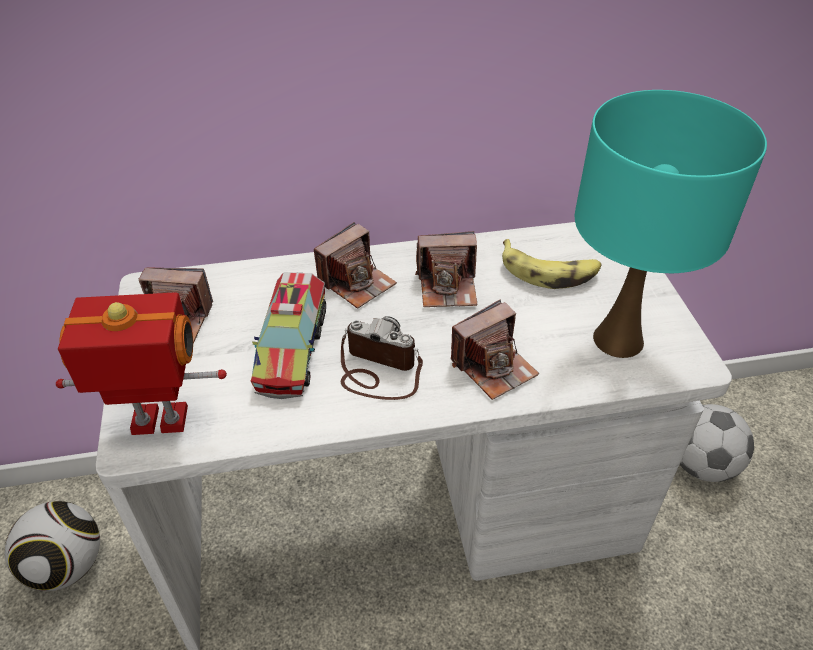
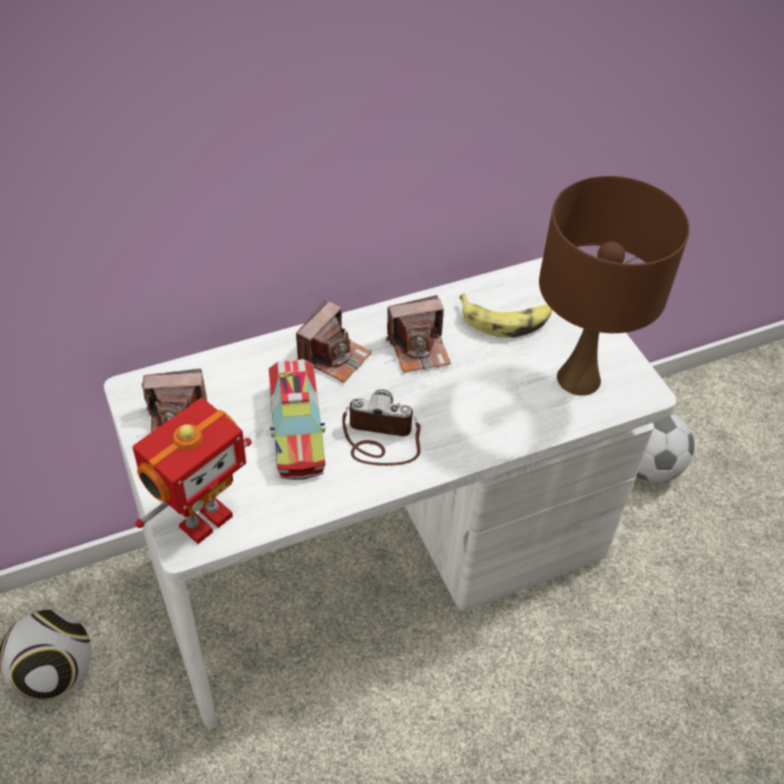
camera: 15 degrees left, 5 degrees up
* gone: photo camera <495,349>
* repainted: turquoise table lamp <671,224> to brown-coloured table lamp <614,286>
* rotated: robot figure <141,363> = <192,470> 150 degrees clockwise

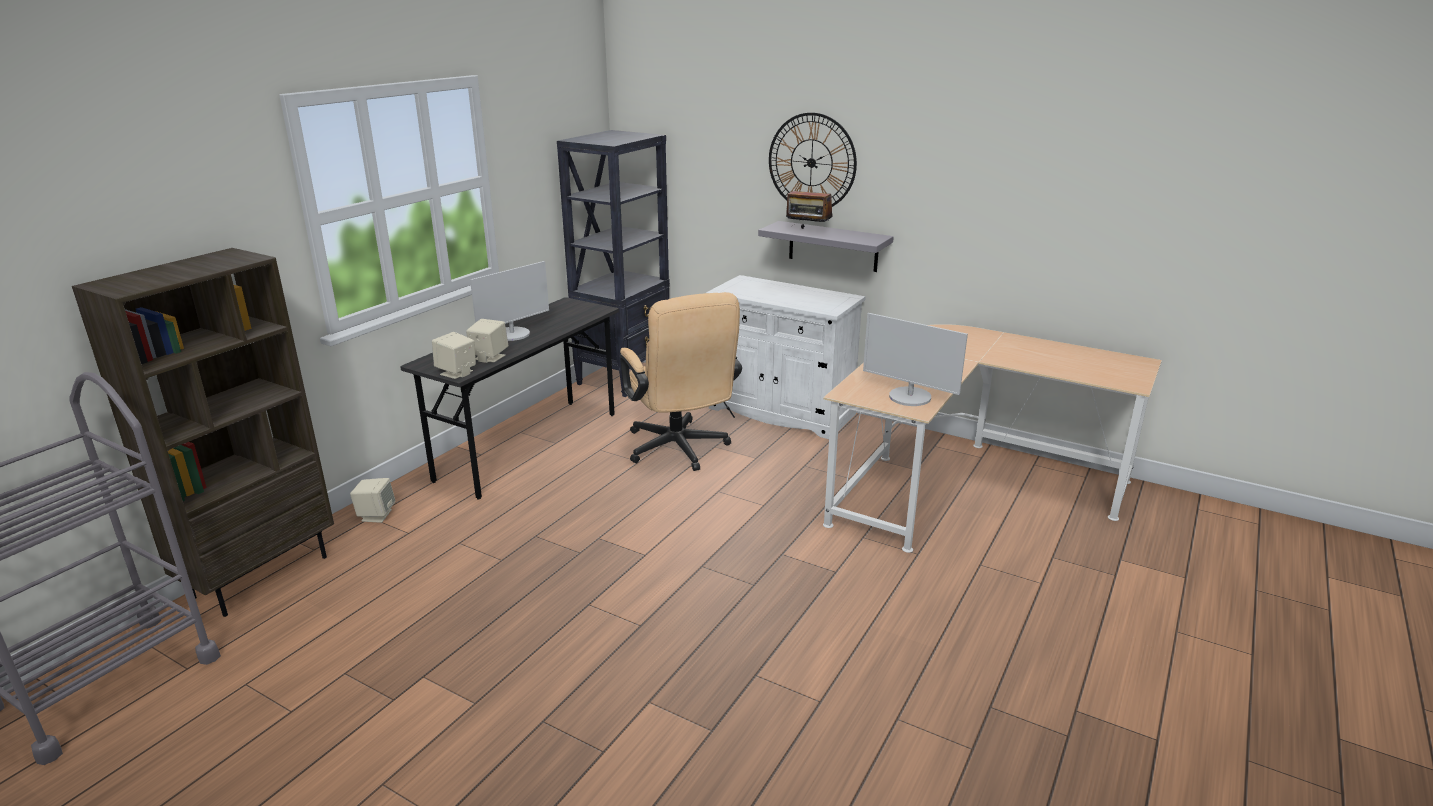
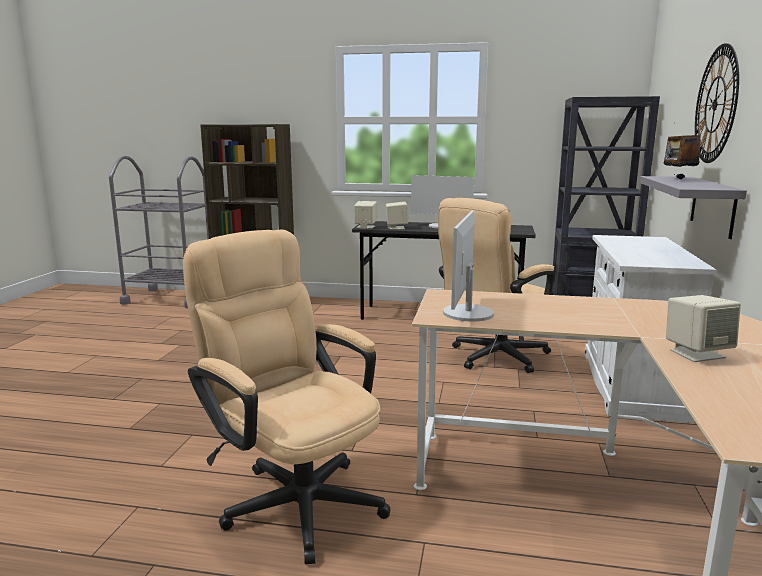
camera: 70 degrees right, 10 degrees down
* new: beige-coloured computer chair <287,397>
* shifted: beige-coloured loudspeaker <373,500> to <703,328>

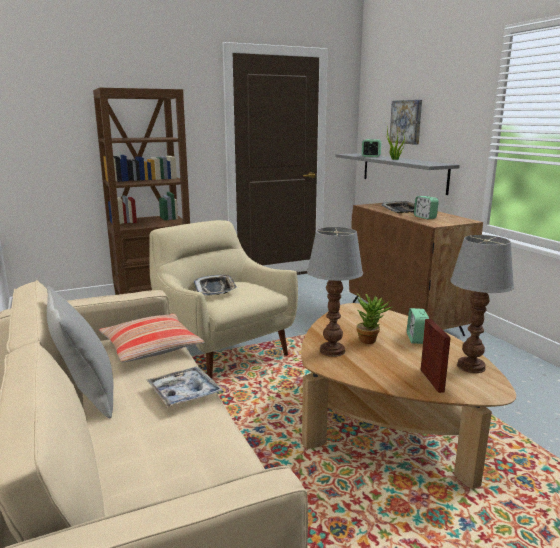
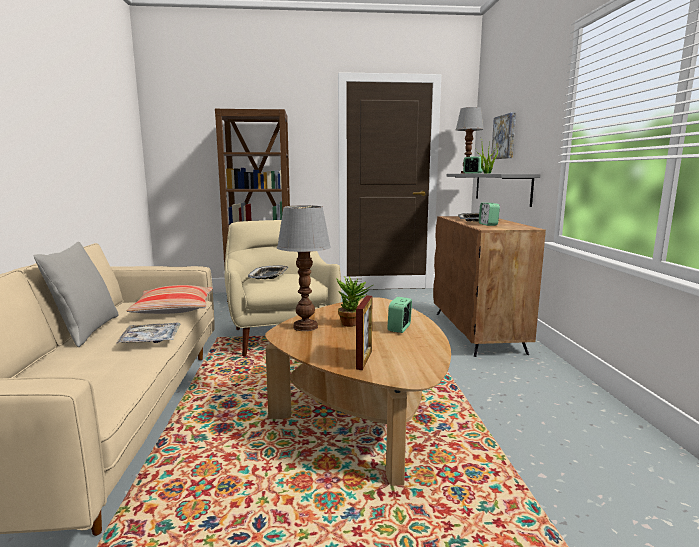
camera: 20 degrees right, 5 degrees down
* shifted: table lamp <482,304> to <470,140>

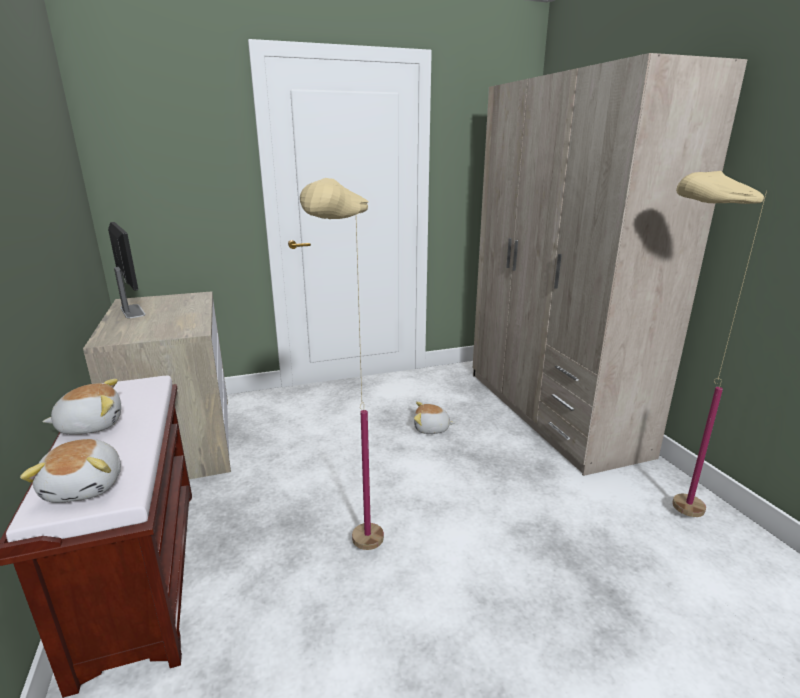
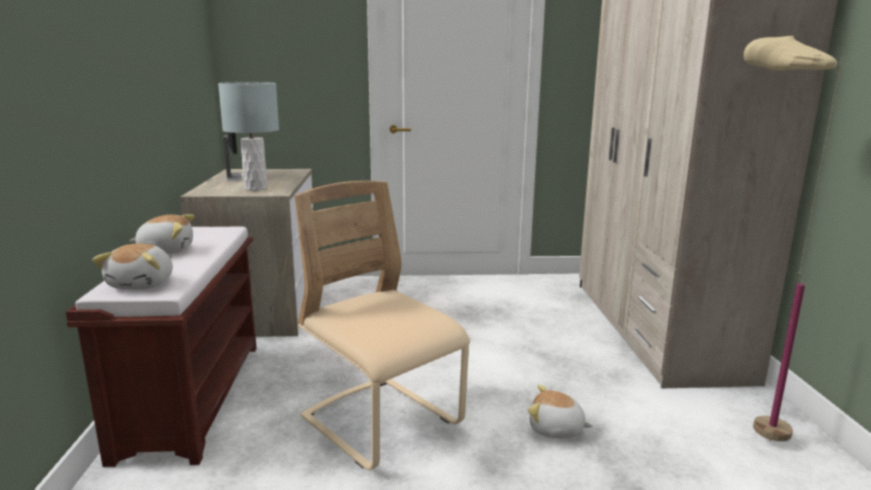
camera: 15 degrees right, 5 degrees down
* new: gray table lamp <248,136>
* shifted: cuddly toy <434,418> to <560,411>
* swapped: beige-coloured floor lamp <342,364> to beige-coloured plain chair <382,325>

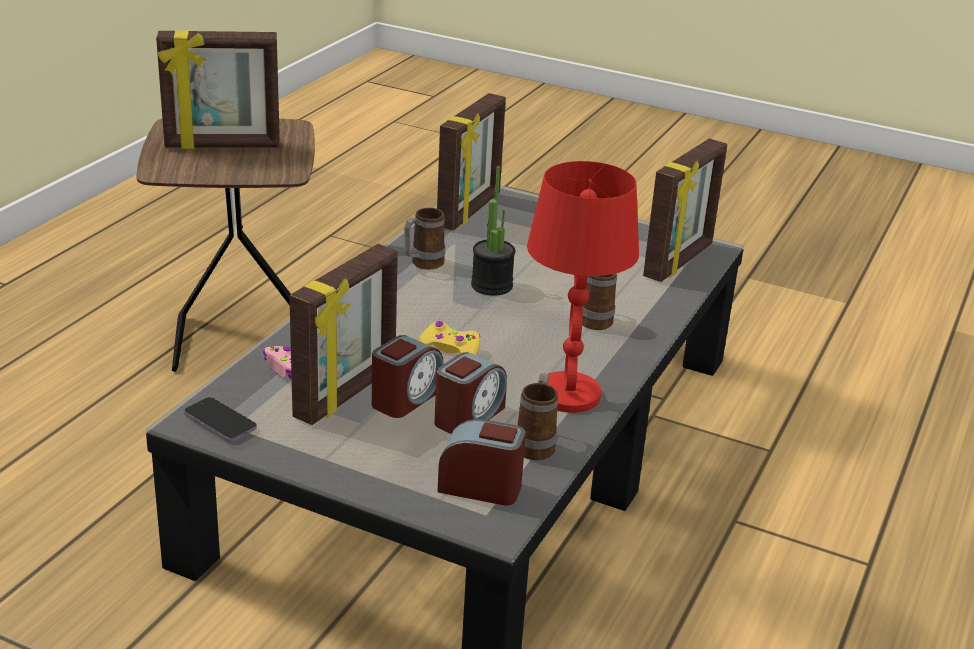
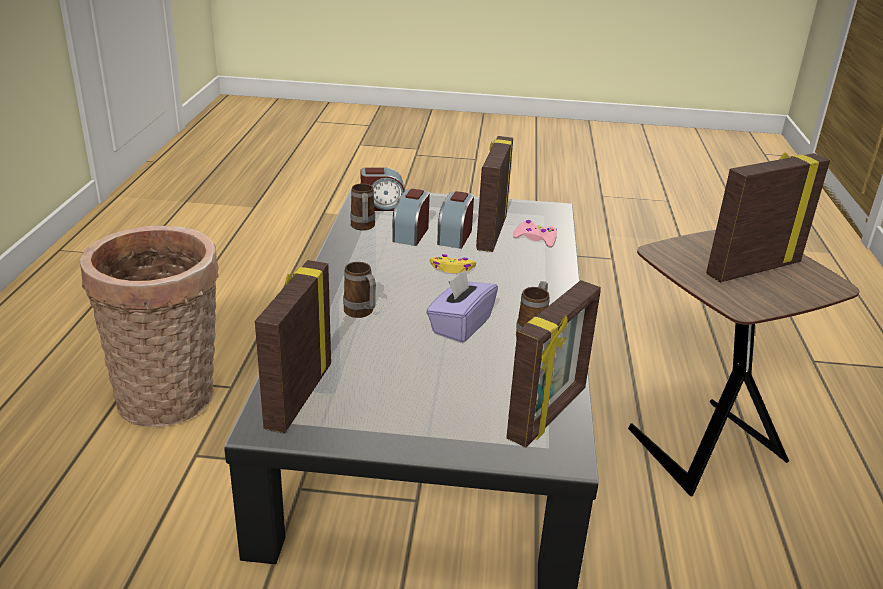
camera: 160 degrees right, 0 degrees up
* gone: phone <220,419>
* gone: red-coloured table lamp <583,287>
* new: household basket <149,326>
* swapped: houseplant <493,231> to purplish tissue box <462,306>
* rotated: picture frame <471,162> = <553,363> 150 degrees counterclockwise

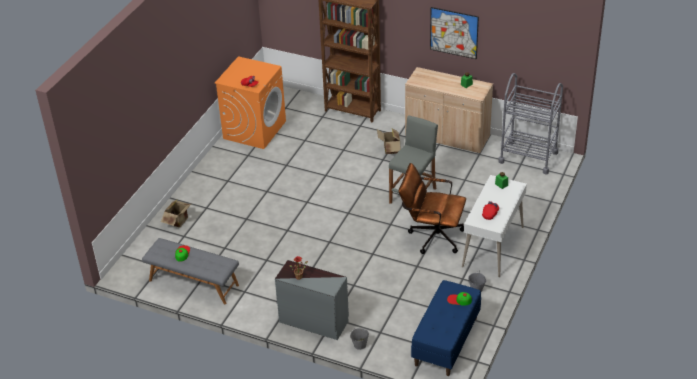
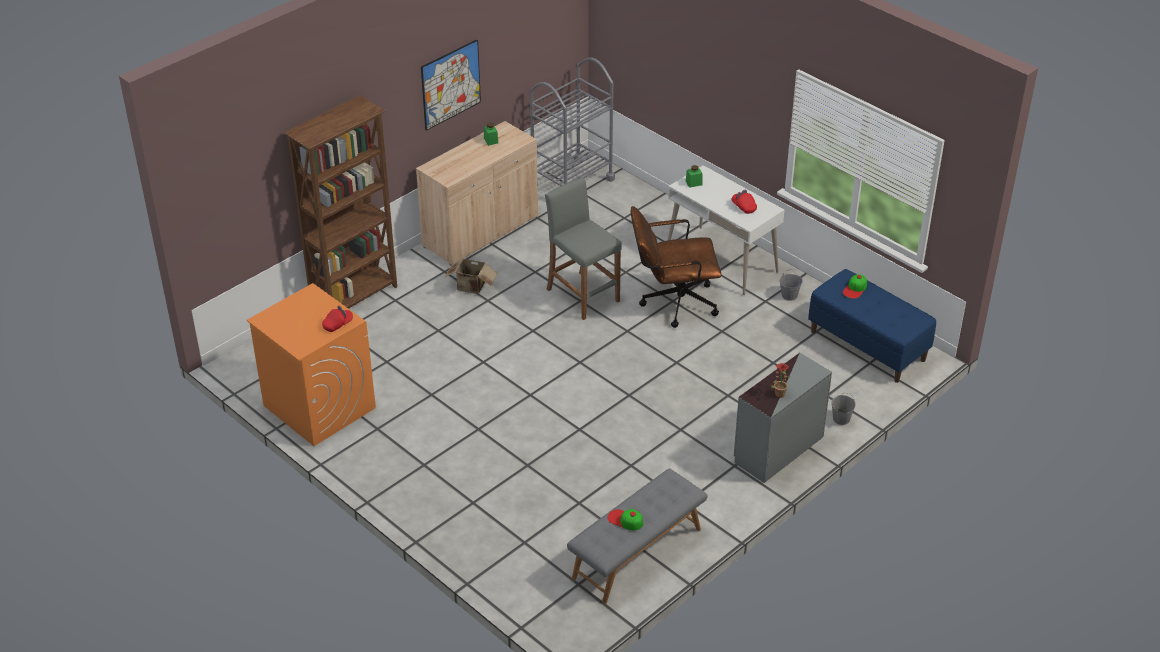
camera: 70 degrees left, 0 degrees up
* gone: cardboard box <176,213>
* rotated: brown-coloured computer chair <432,208> = <676,267> 45 degrees clockwise

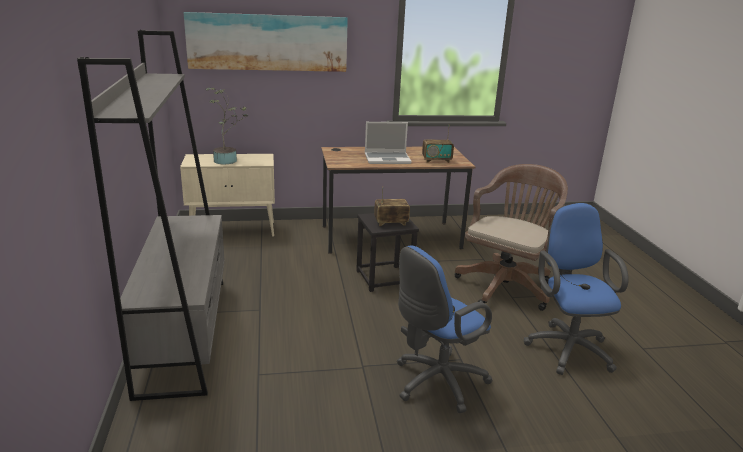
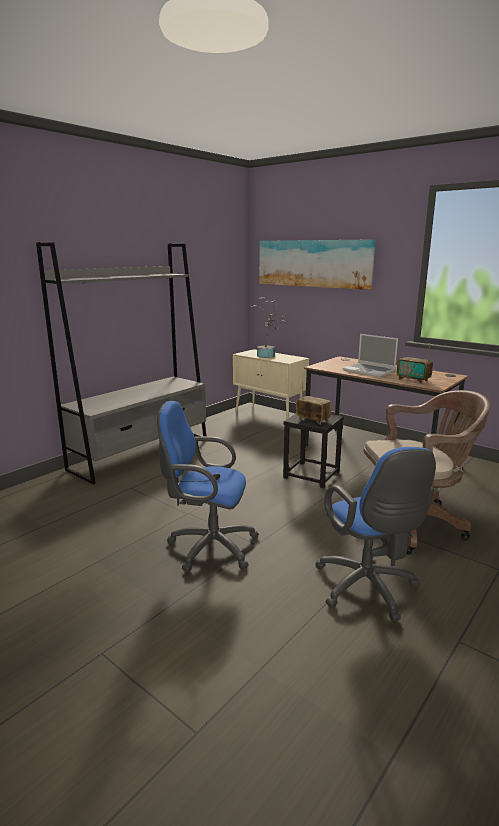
camera: 50 degrees right, 5 degrees down
* rotated: blue computer chair <576,289> = <375,534> 120 degrees clockwise

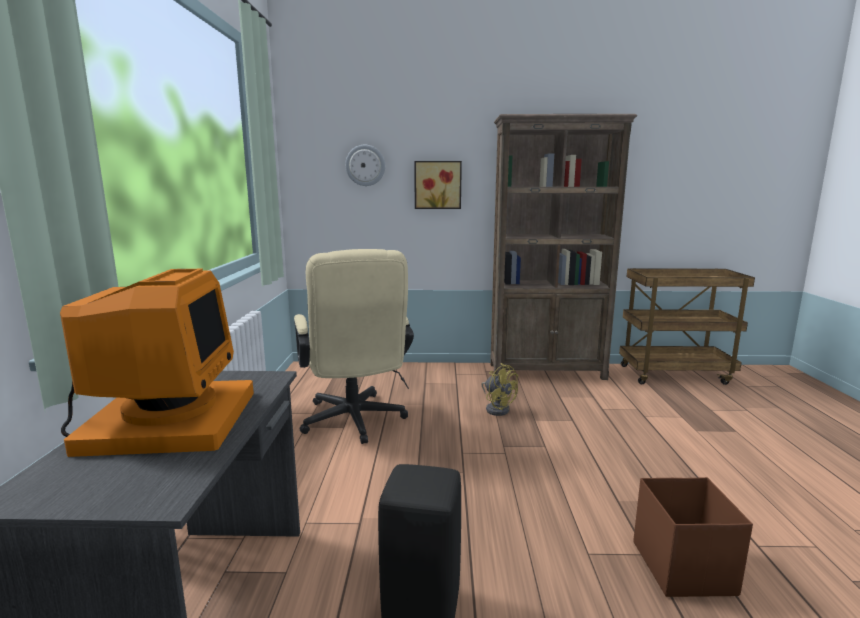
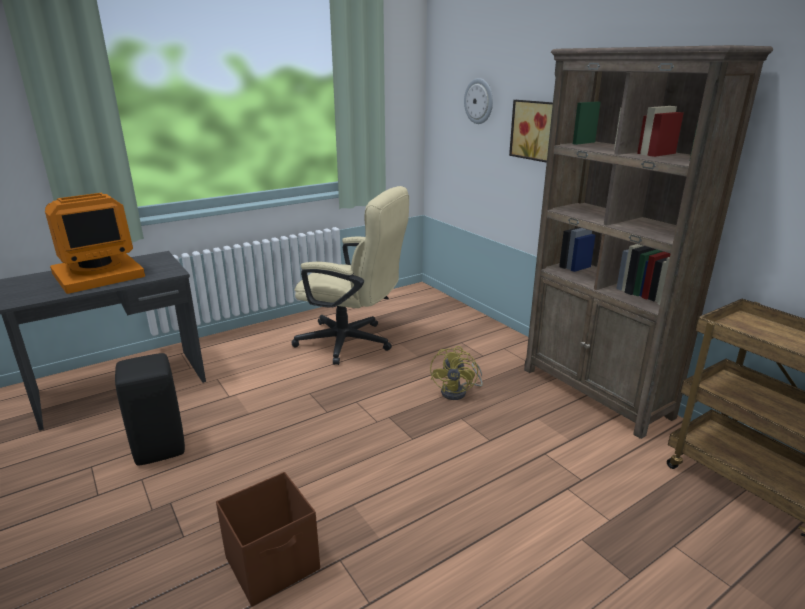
camera: 55 degrees right, 10 degrees up
* rotated: beige-coloured computer chair <354,346> = <350,275> 105 degrees counterclockwise

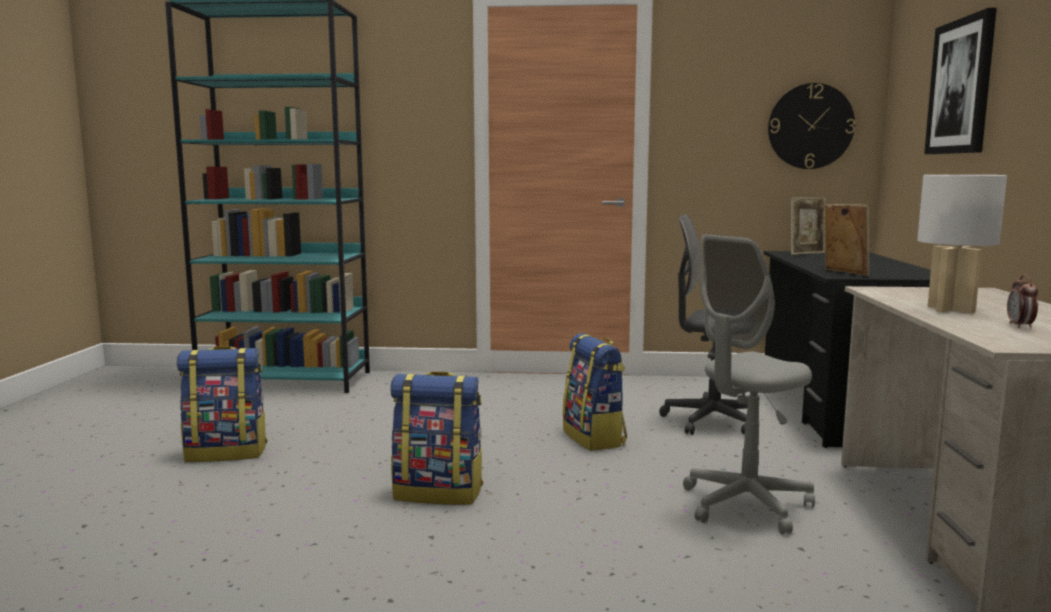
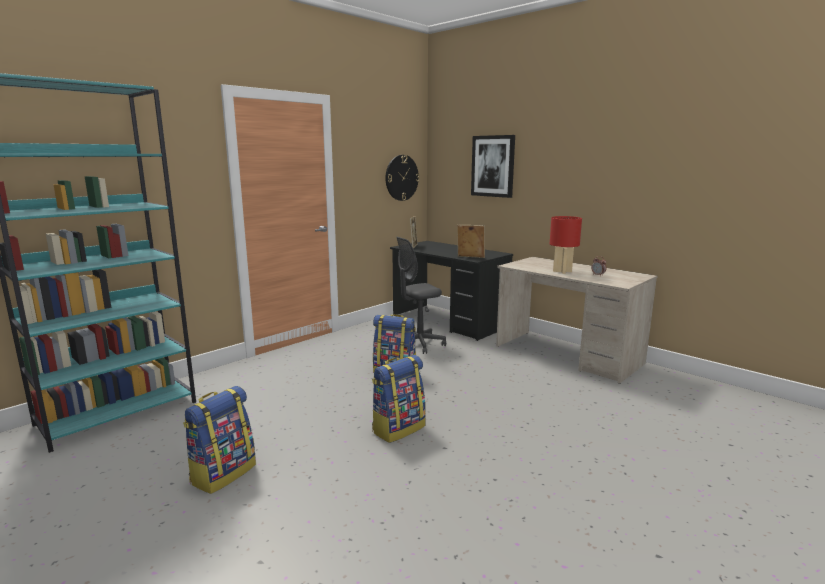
camera: 50 degrees left, 5 degrees up
* gone: gray computer chair <749,384>
* repainted: white-coloured table lamp <962,244> to red-coloured table lamp <566,245>

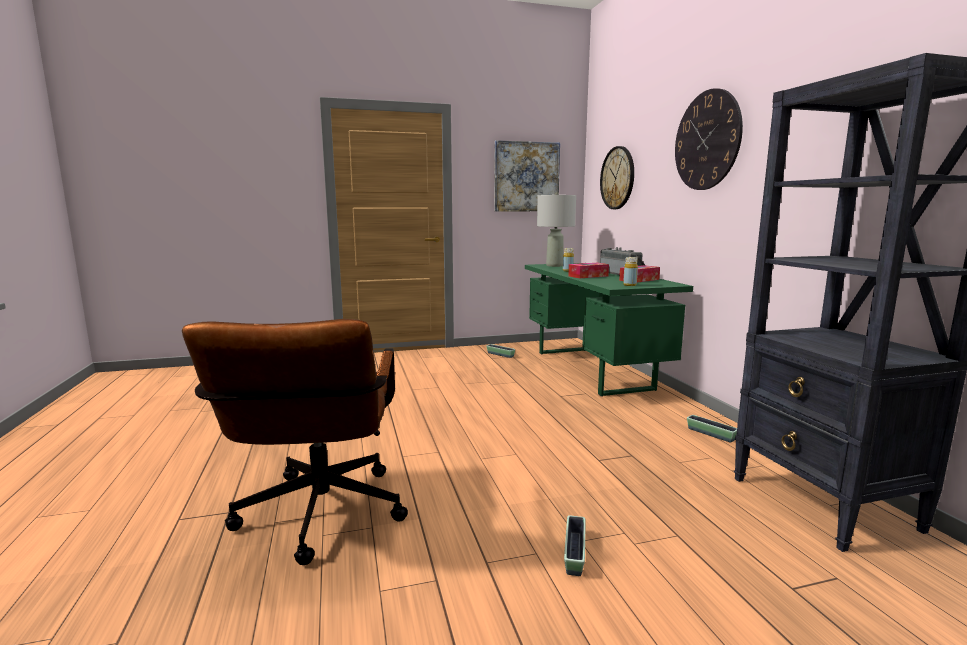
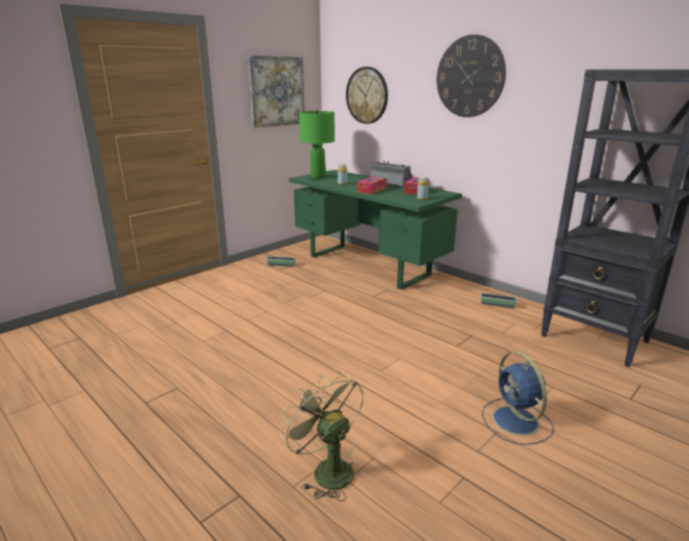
camera: 30 degrees left, 10 degrees up
* swapped: brown-coloured computer chair <295,442> to green fan <322,436>
* swapped: plant pot <574,545> to blue fan <518,398>
* repainted: gray table lamp <556,229> to green table lamp <317,144>

